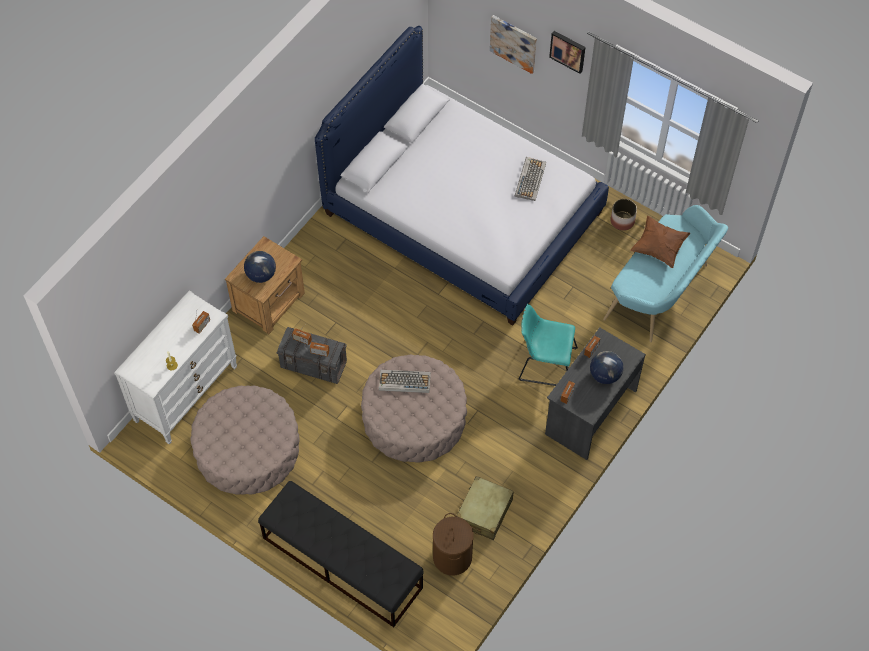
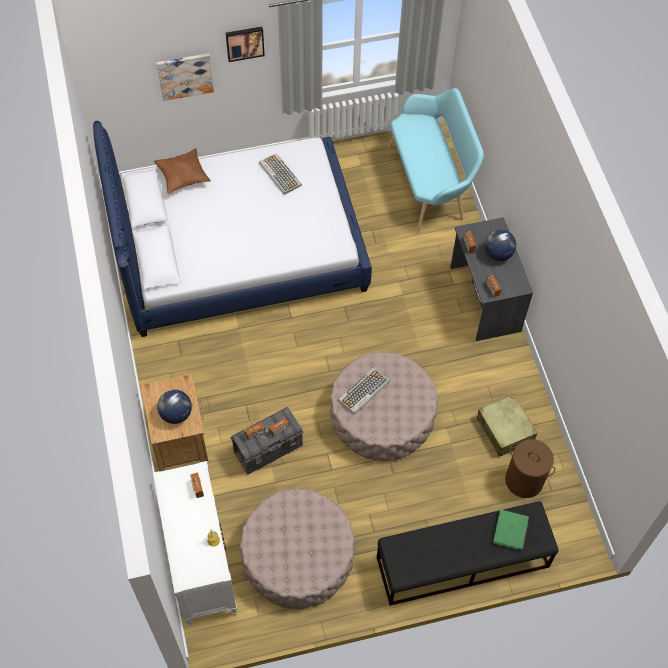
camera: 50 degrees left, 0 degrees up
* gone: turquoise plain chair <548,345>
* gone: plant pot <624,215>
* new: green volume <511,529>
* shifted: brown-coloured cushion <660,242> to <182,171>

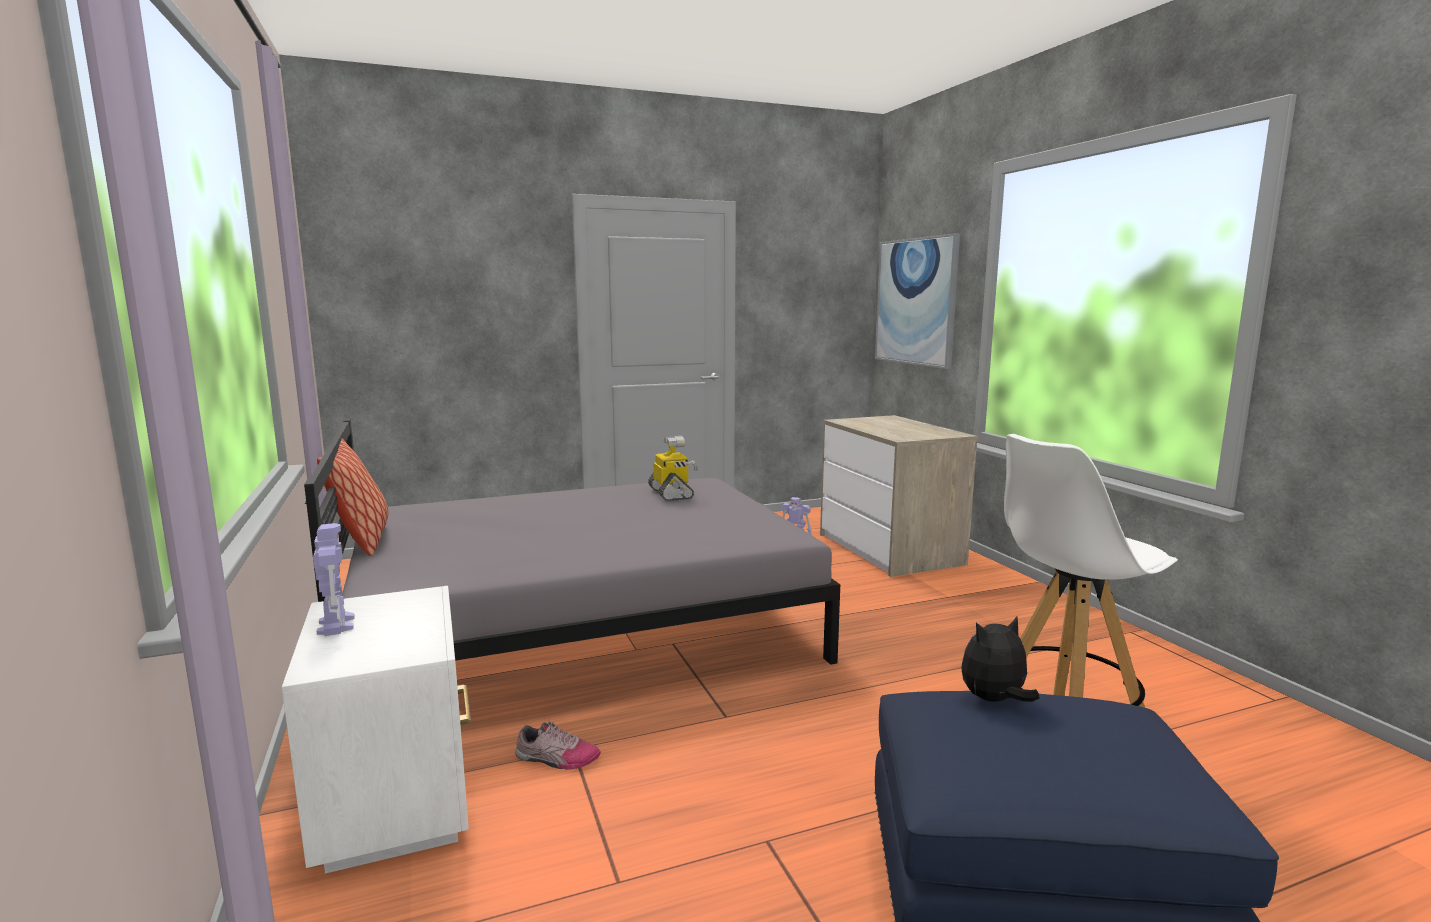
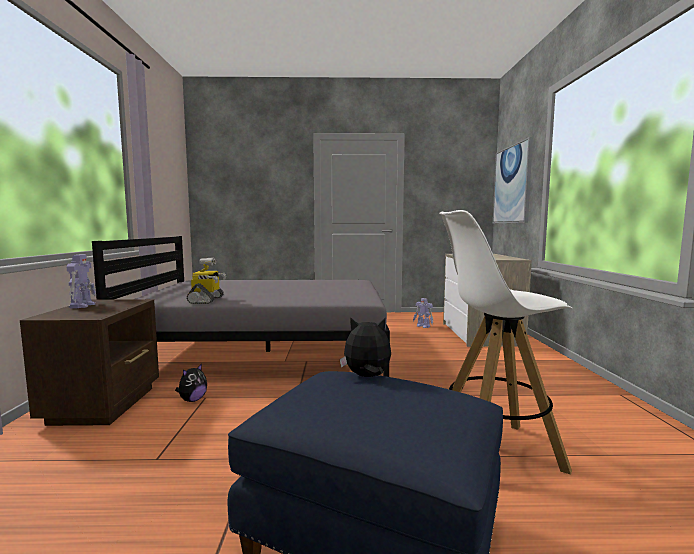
camera: 20 degrees right, 5 degrees down
* gone: cushion <353,497>
* shifted: robot figure <673,468> to <206,281>
* swapped: shoe <558,745> to cuddly toy <191,382>
* repainted: white-coloured nightstand <376,730> to brown-coloured nightstand <89,362>

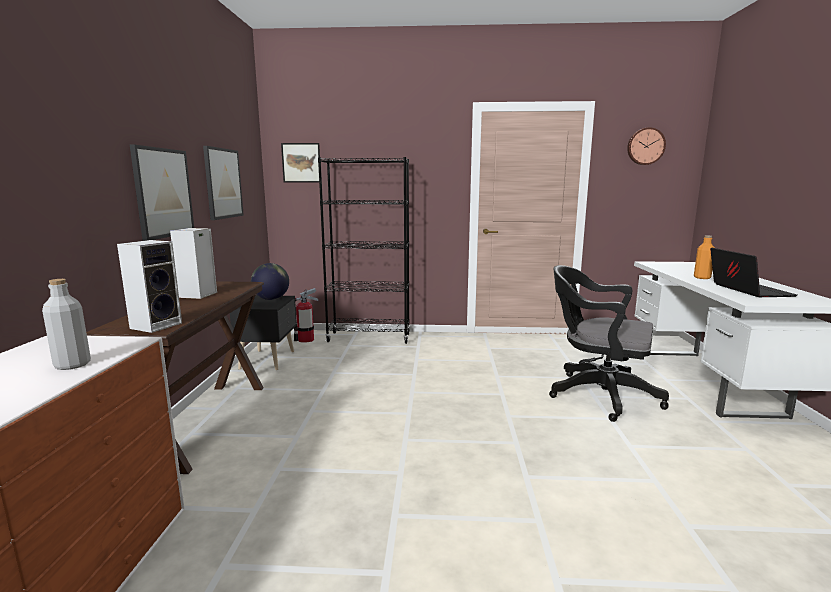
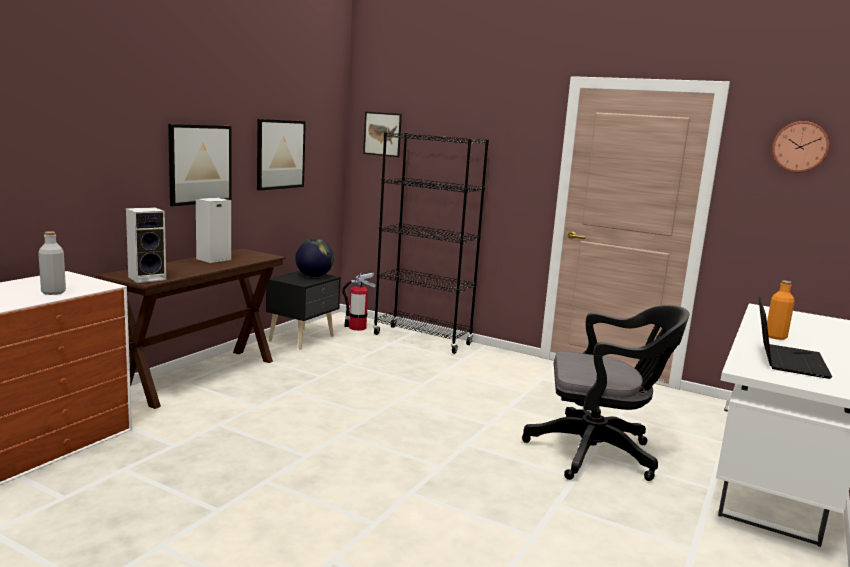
camera: 25 degrees right, 0 degrees up
* rotated: black computer chair <609,343> = <605,393> 135 degrees clockwise

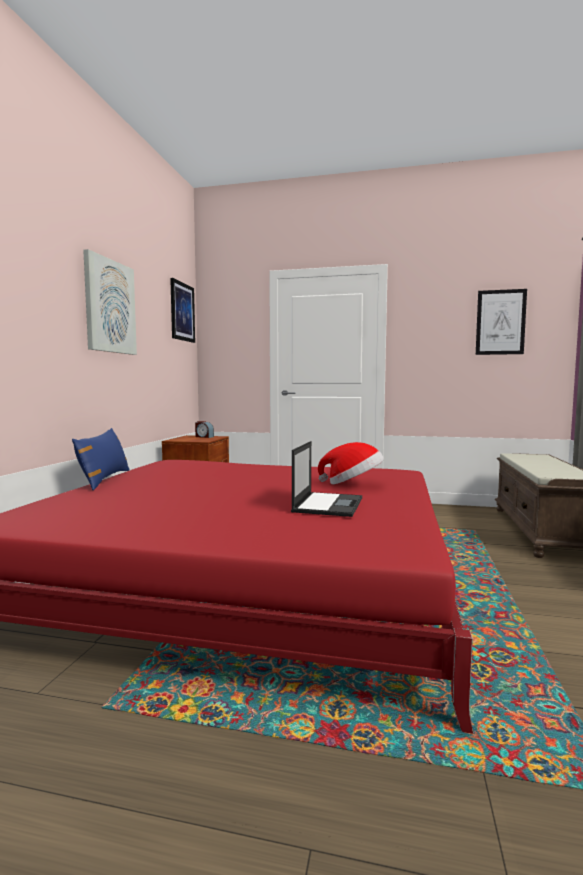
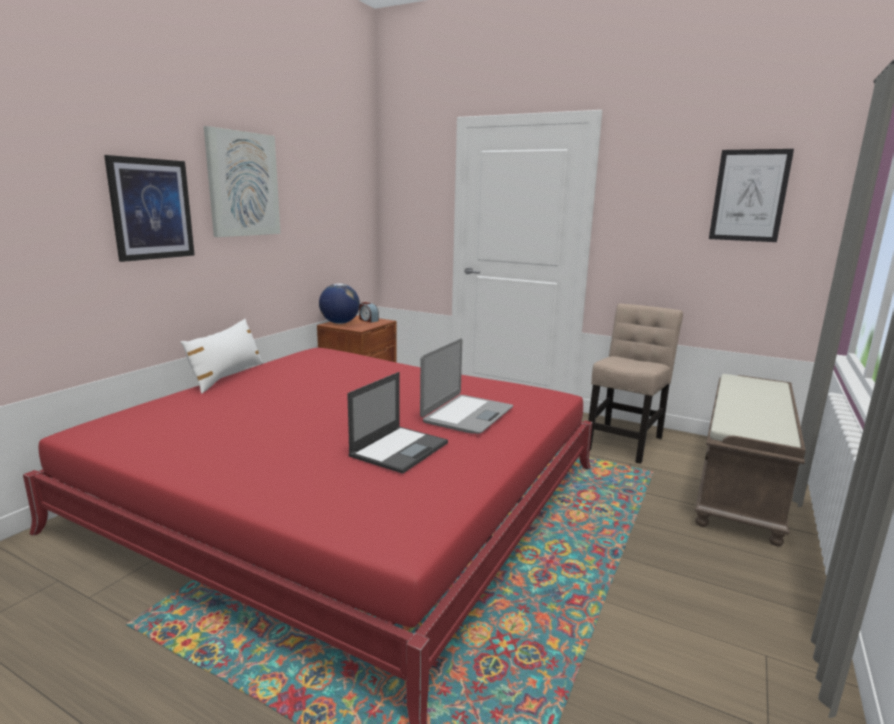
camera: 15 degrees right, 10 degrees up
* new: desk globe <339,303>
* new: beige-coloured plain chair <635,383>
* shifted: picture <182,310> to <149,208>
* swapped: clothing hat <351,463> to notebook computer <466,386>
* repainted: blue cushion <101,459> to white-coloured cushion <222,356>

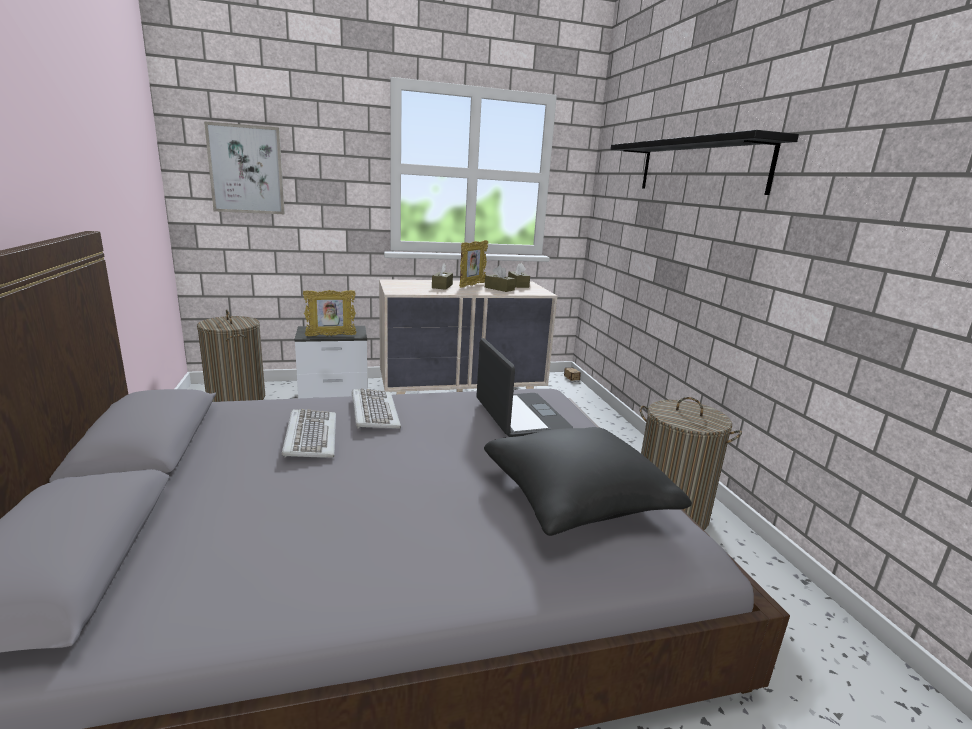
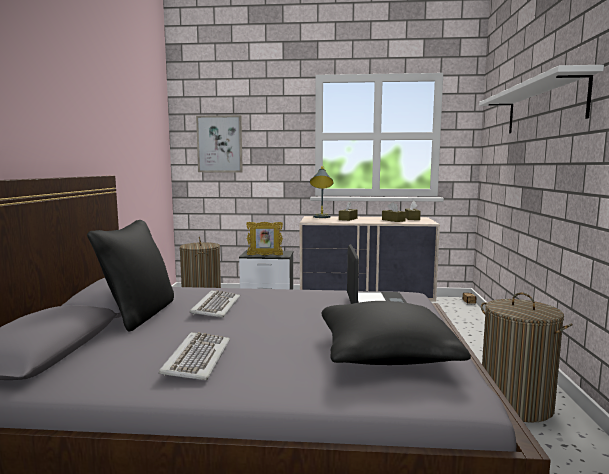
camera: 20 degrees right, 10 degrees down
* gone: picture frame <473,264>
* new: black cushion <130,276>
* new: gray table lamp <322,192>
* shifted: computer keyboard <376,408> to <194,356>
* repainted: black wall shelf <705,162> to white-coloured wall shelf <541,99>

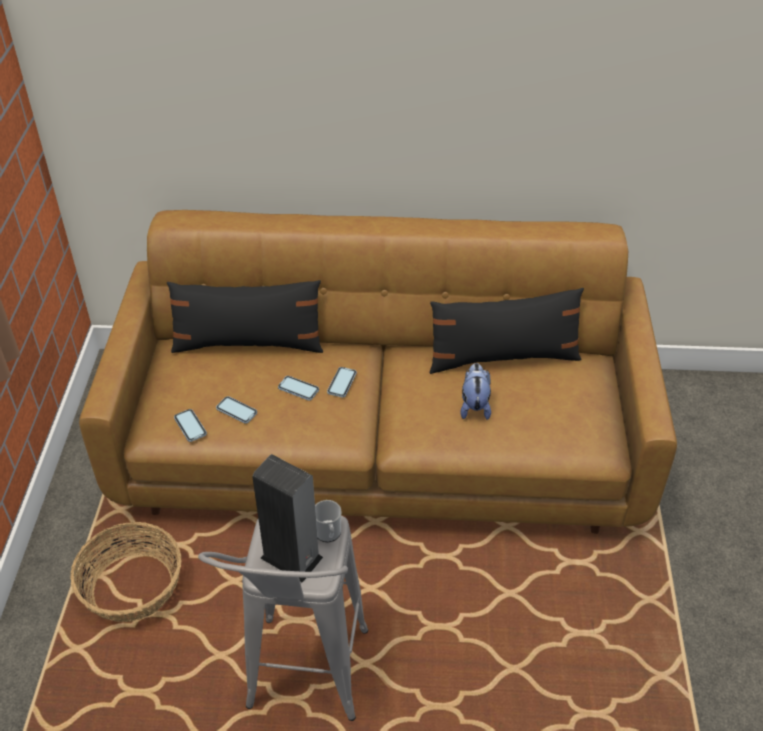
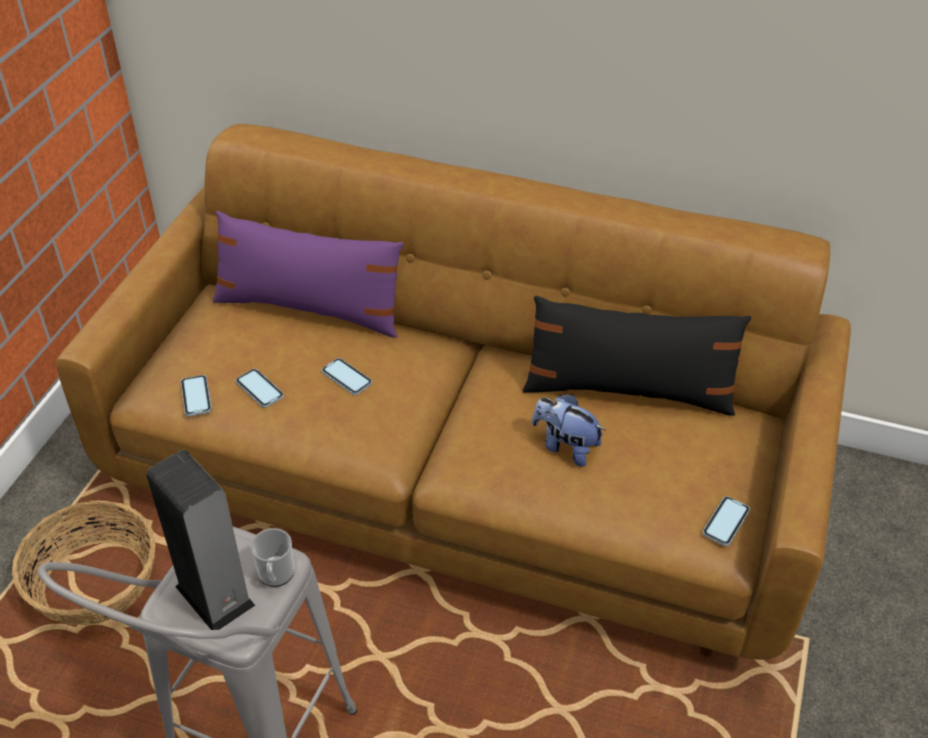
camera: 15 degrees right, 0 degrees up
* shifted: phone <342,382> to <726,521>
* repainted: black cushion <245,316> to purplish cushion <308,274>
* rotated: cuddly toy <475,391> = <568,430> 75 degrees counterclockwise

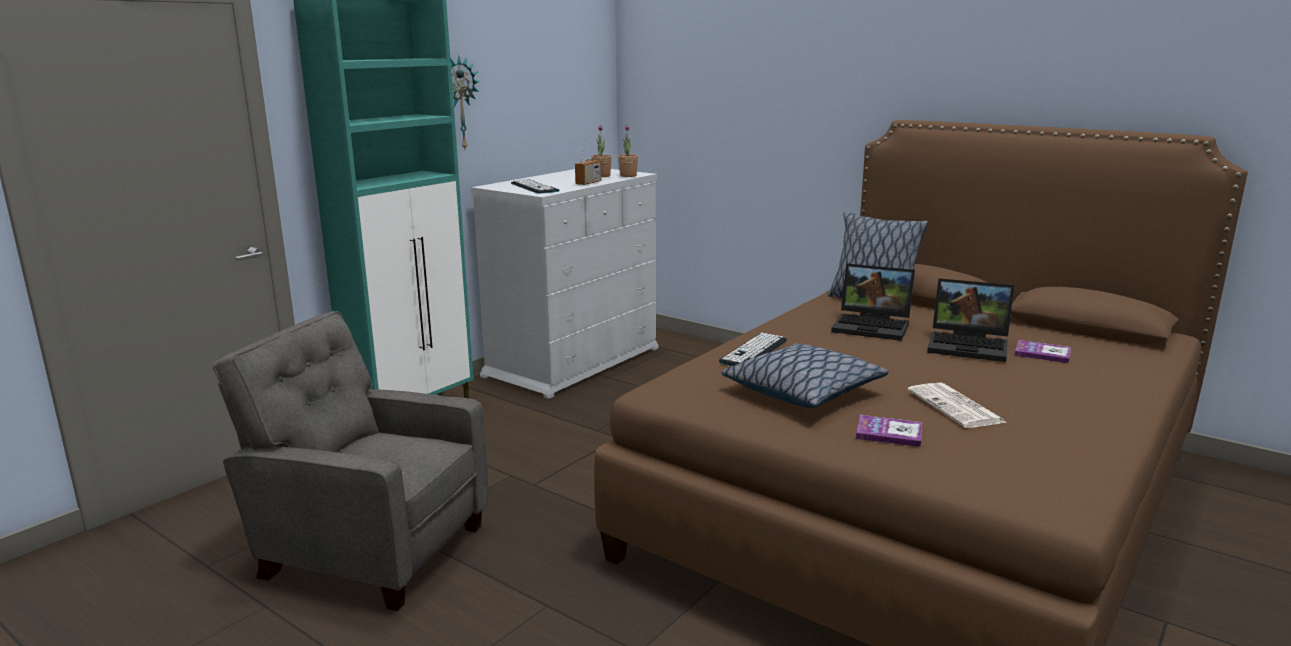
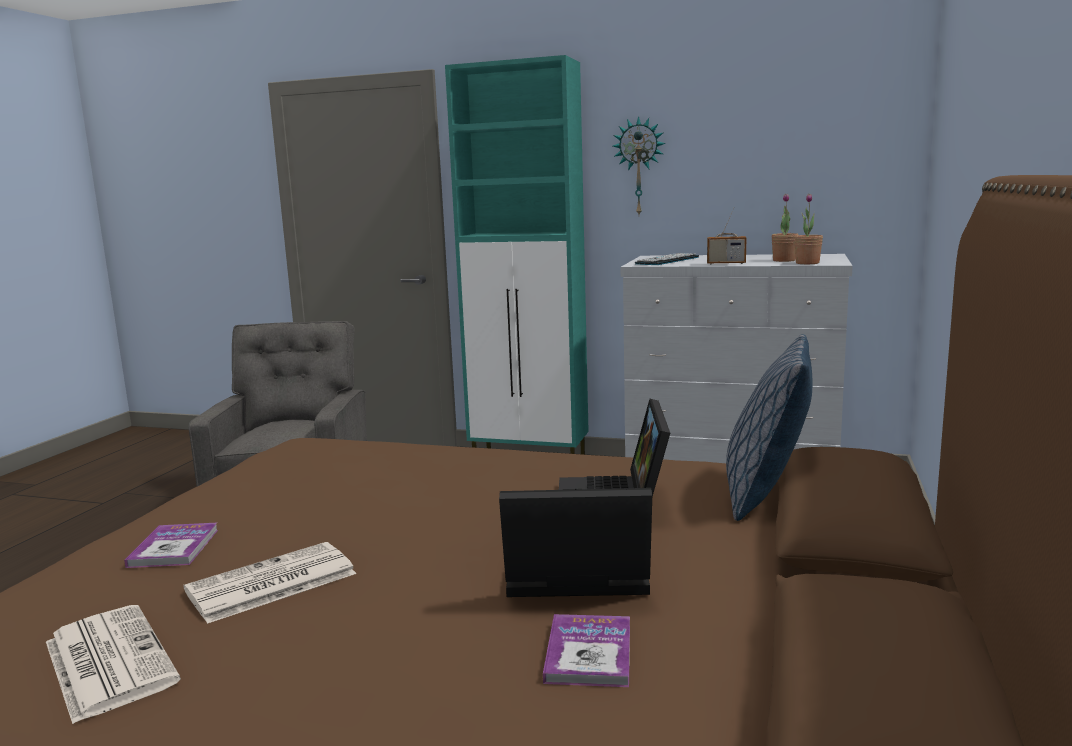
camera: 70 degrees right, 5 degrees down
* gone: computer keyboard <753,349>
* gone: cushion <805,375>
* new: newspaper <113,664>
* rotated: notebook computer <970,320> = <575,542> 90 degrees clockwise

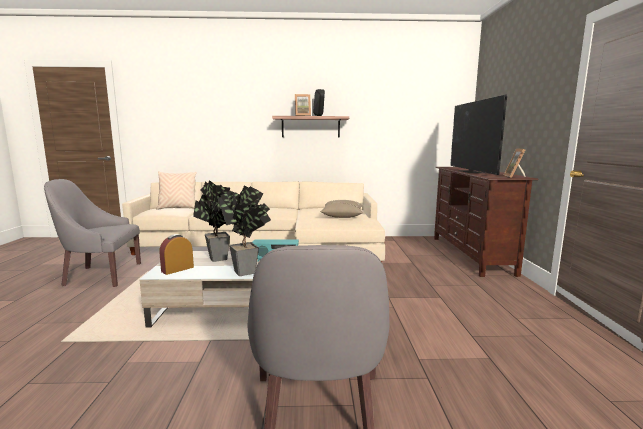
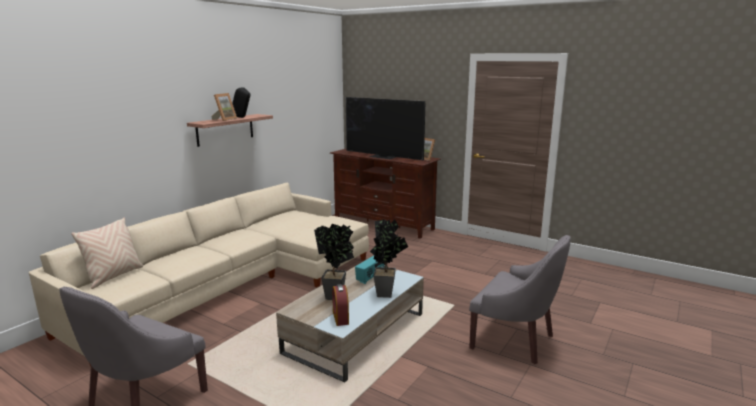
camera: 55 degrees left, 5 degrees up
* gone: beige-coloured cushion <341,209>

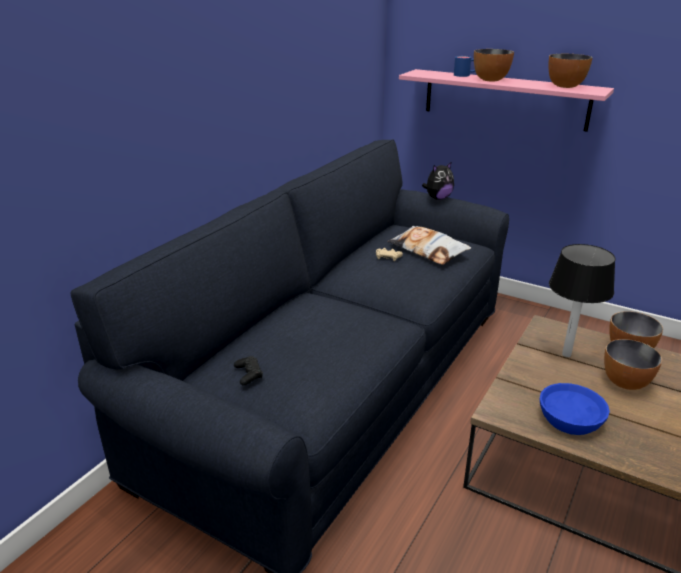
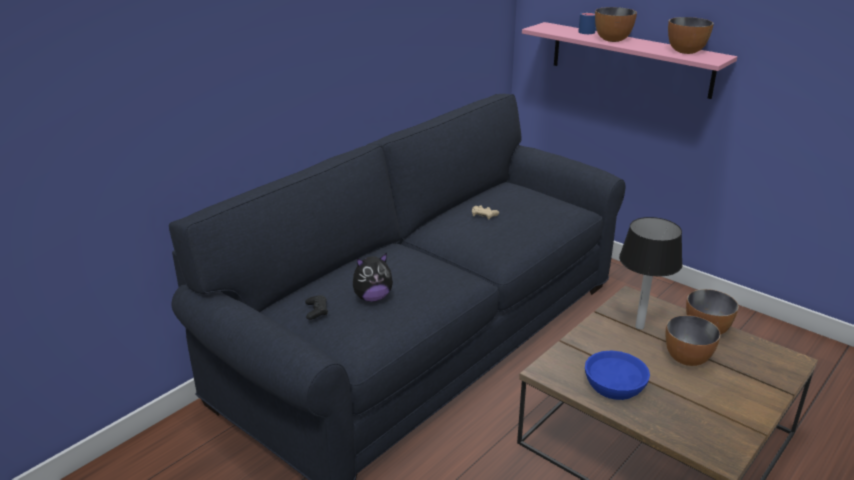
camera: 10 degrees right, 0 degrees up
* gone: cushion <429,245>
* shifted: cuddly toy <438,181> to <373,277>

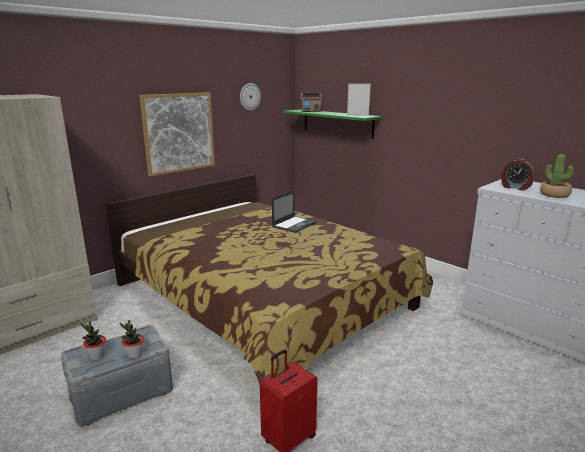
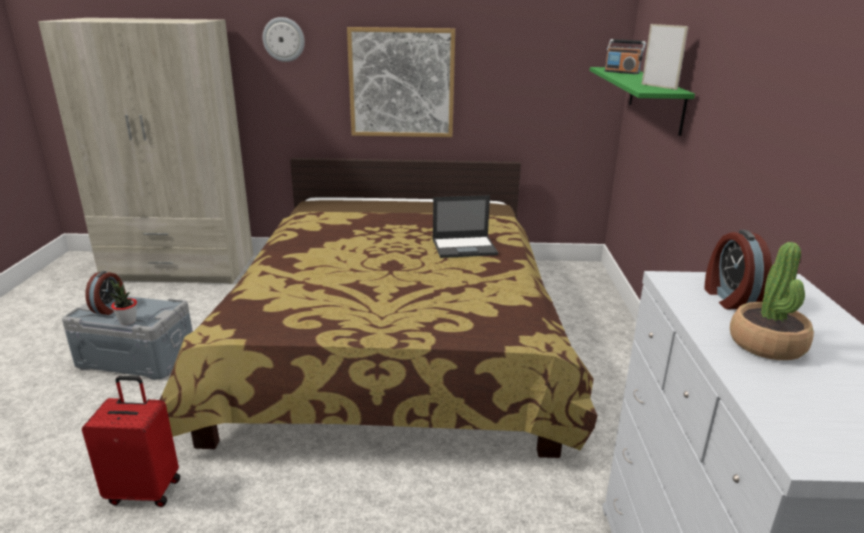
camera: 45 degrees right, 5 degrees up
* shifted: hanging clock <250,97> to <284,39>
* swapped: houseplant <93,340> to alarm clock <105,293>

